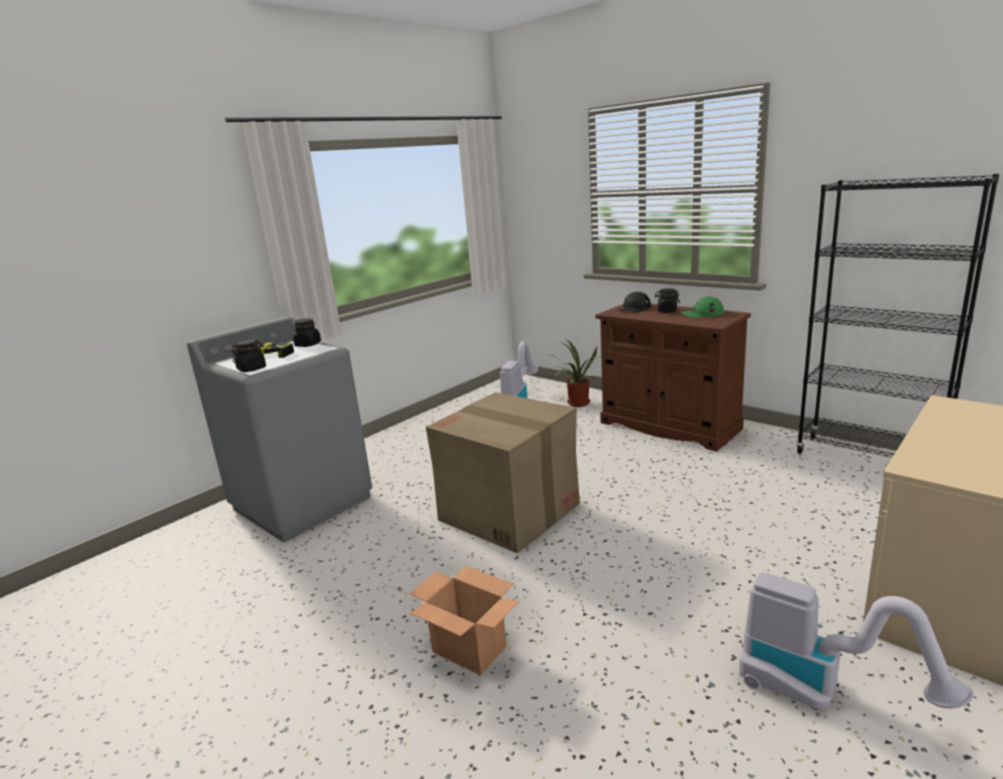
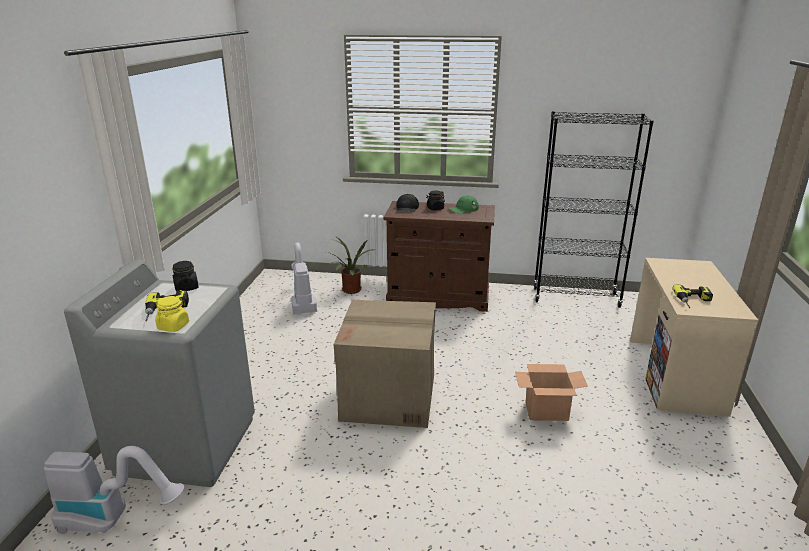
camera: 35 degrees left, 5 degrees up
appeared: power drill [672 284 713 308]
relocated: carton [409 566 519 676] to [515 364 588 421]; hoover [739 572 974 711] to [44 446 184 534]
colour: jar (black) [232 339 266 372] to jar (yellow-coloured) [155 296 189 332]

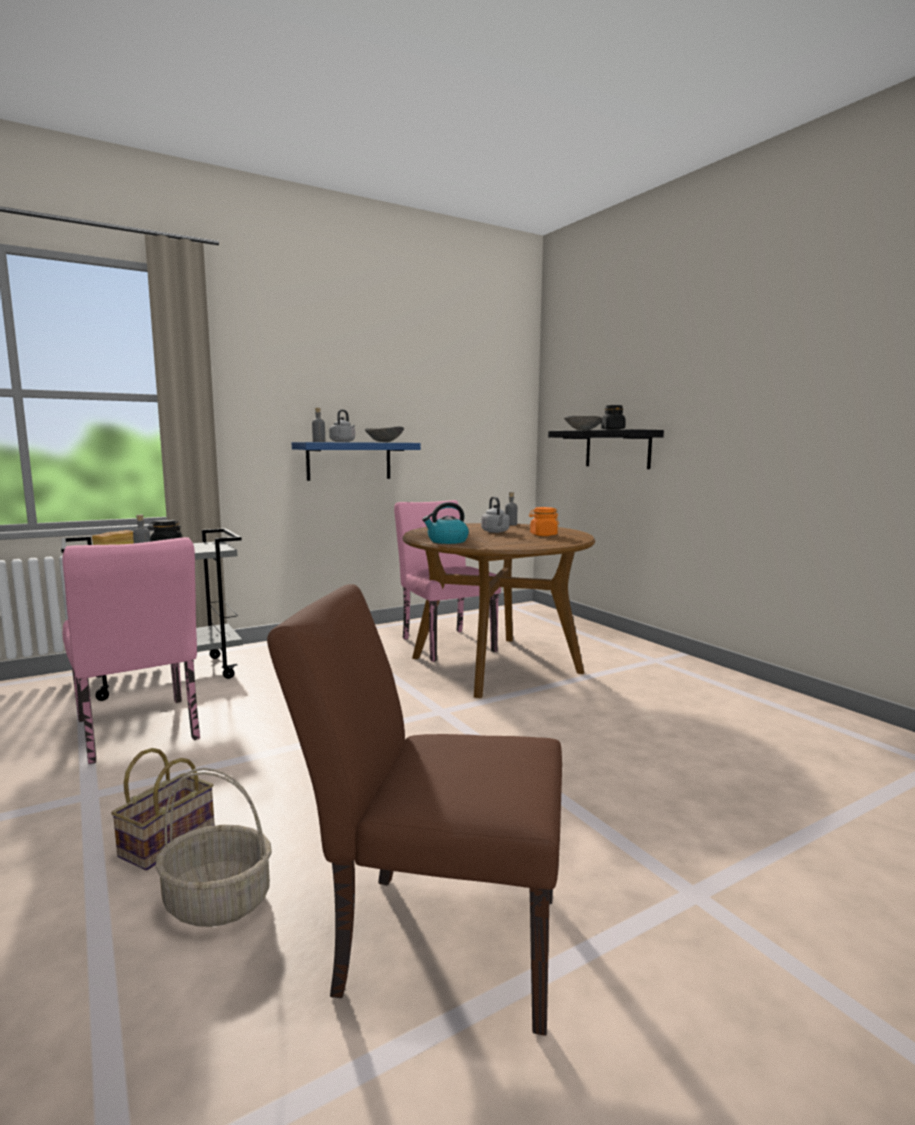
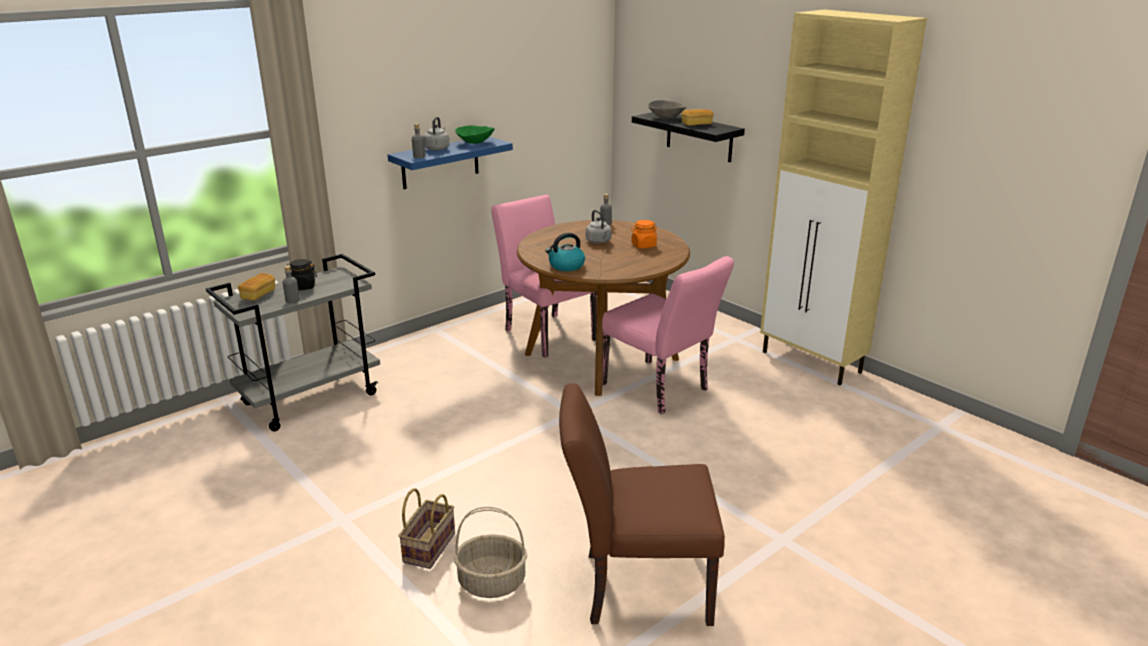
camera: 10 degrees left, 15 degrees up
appeared: cupboard (beige) [760 9 927 385]
relocated: upright chair (pink) [62 537 200 764] to [602 256 734 414]
exchanged: jar (black) [601 405 626 430] to bread [682 109 714 126]
colour: bowl (gray) [365 427 404 442] to bowl (green-coloured) [455 125 495 144]

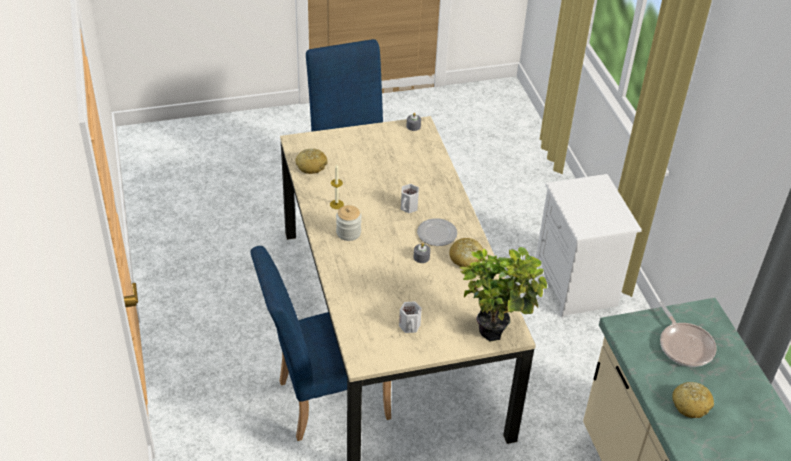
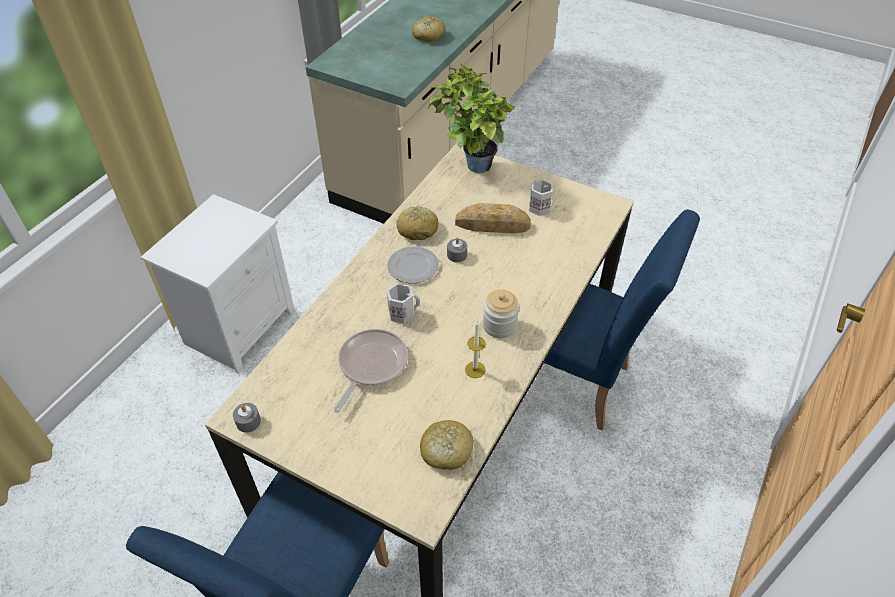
camera: 135 degrees left, 5 degrees up
appeared: bread [455 203 531 234]
relocated: frying pan [659 301 717 367] to [334 329 408 412]

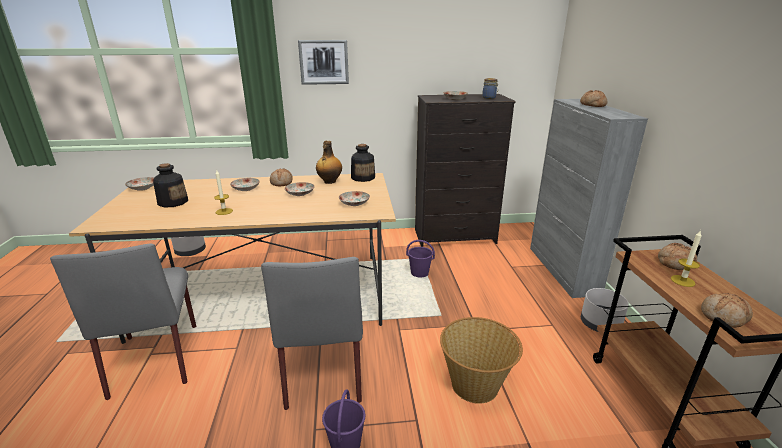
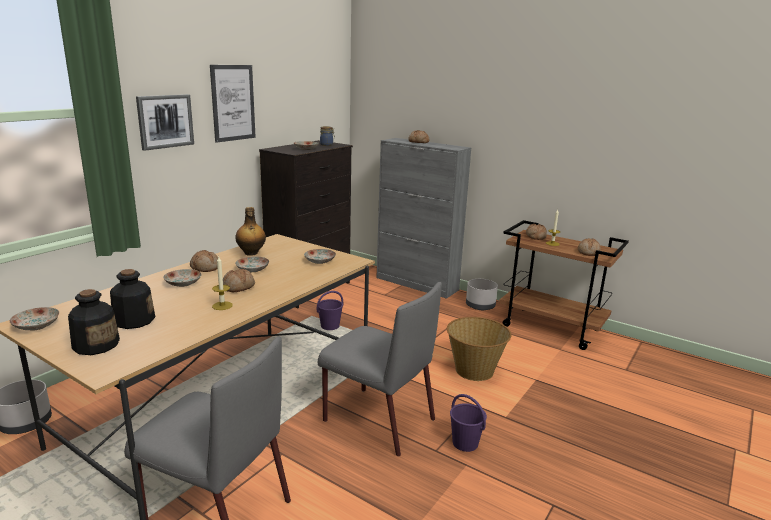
camera: 50 degrees left, 5 degrees down
appeared: wall picture [210 65 256 143]; bread [223 269 255 292]
relocated: beverage bottle [351 144 375 182] to [68 289 120 355]

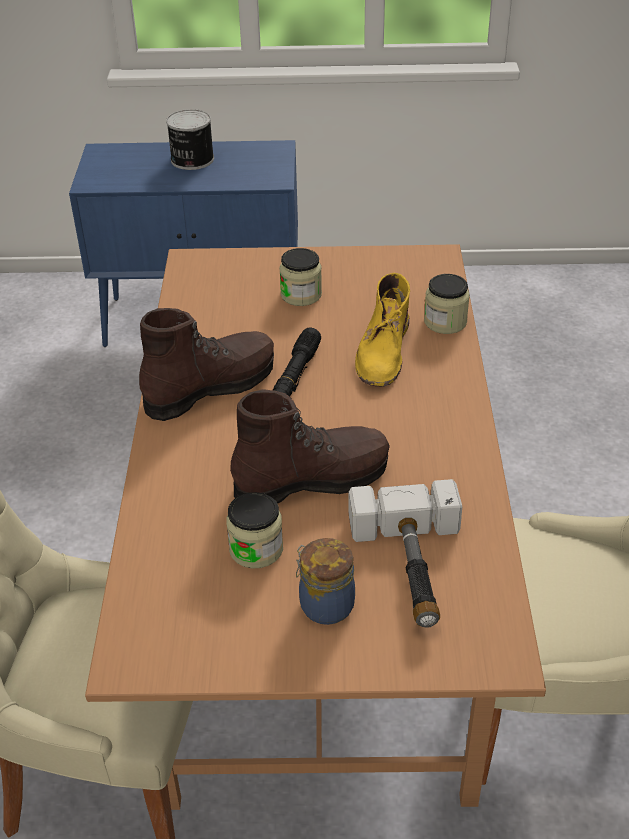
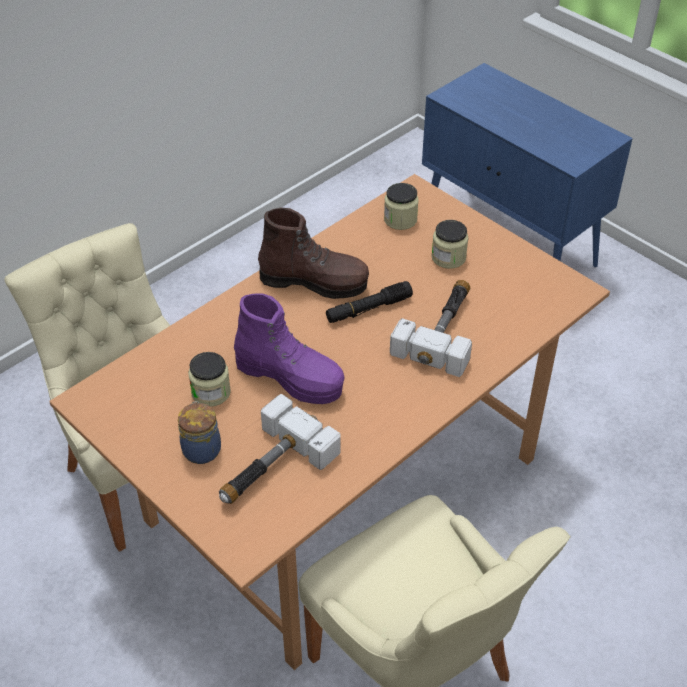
camera: 45 degrees right, 5 degrees up
missing: metal can [166 109 214 170]
relocated: jar [424 274 470 334] to [384 183 419 230]
exchanged: boot (yellow-coloured) [355 273 410 386] to tool hammer [390 280 472 377]
colour: boot (brown) [230 389 390 504] to boot (purple-coloured) [234 293 345 404]

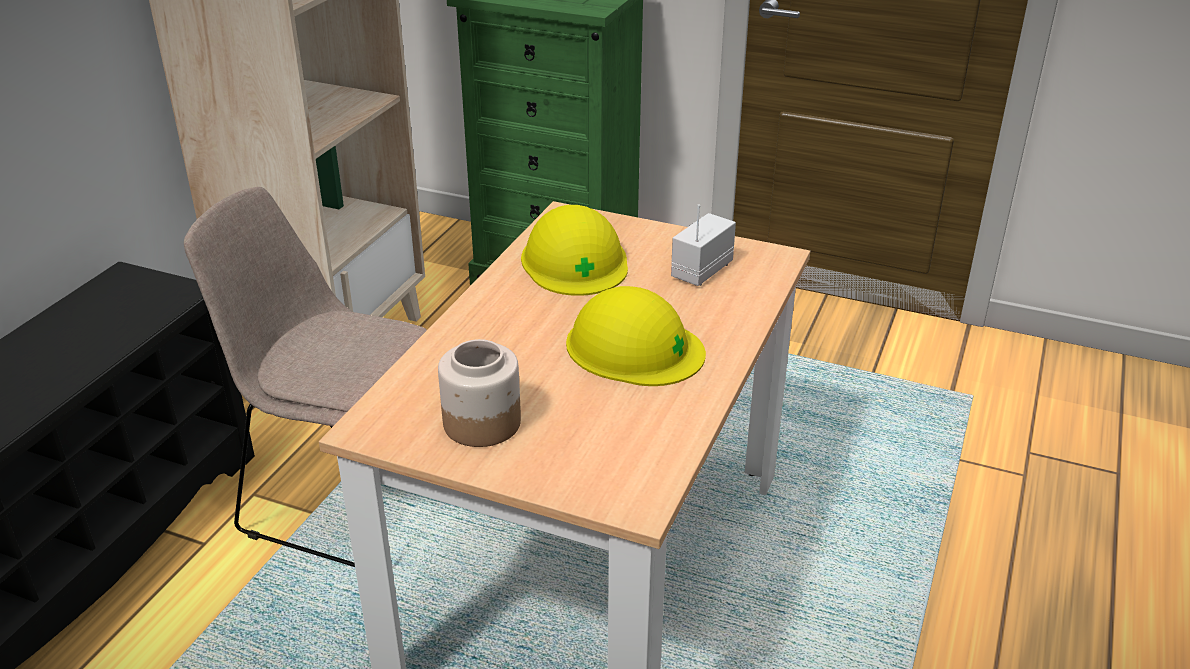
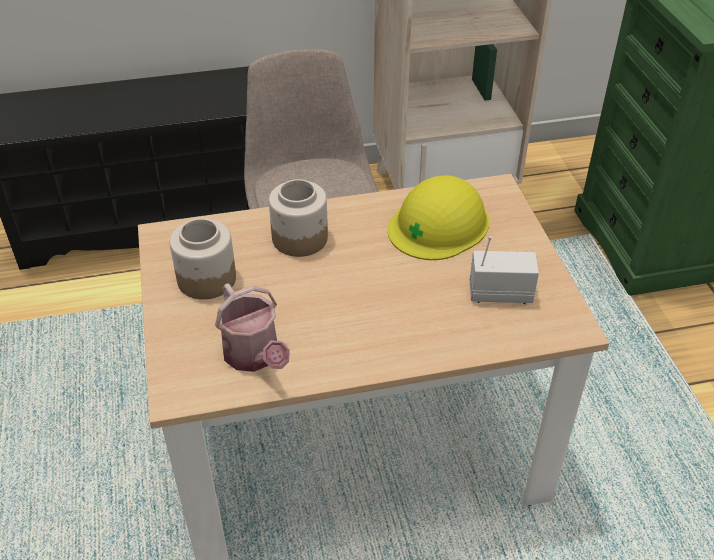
camera: 55 degrees right, 10 degrees up
missing: safety helmet (yellow-coloured) [566 286 706 386]
appeared: jar [269 179 328 257]; sprinkling can [215 283 290 372]

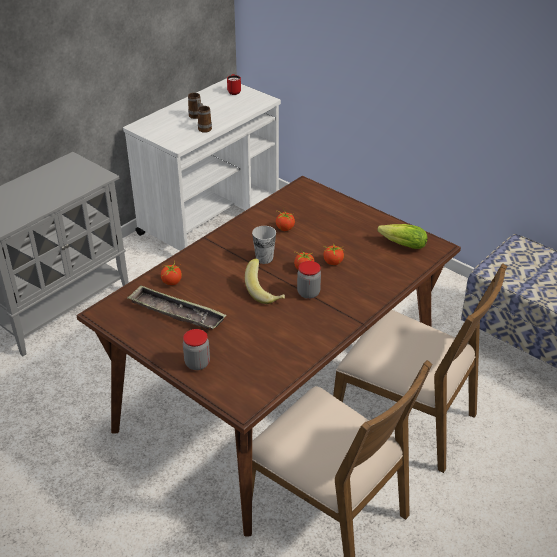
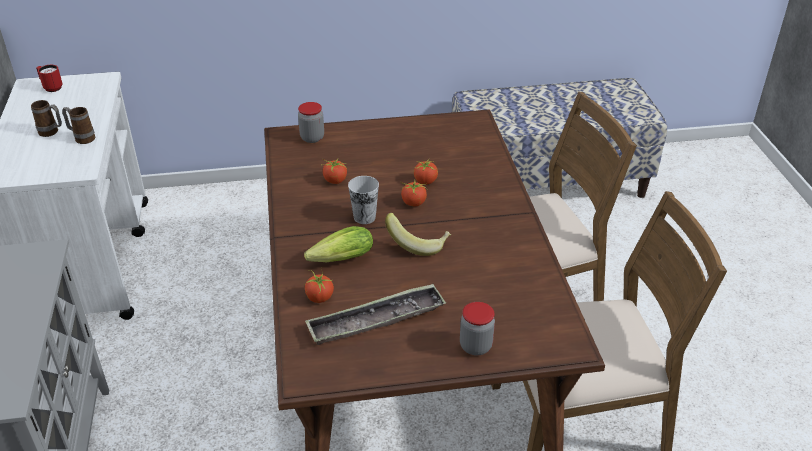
camera: 50 degrees left, 0 degrees up
relocated: lettuce [377 224 428 249] to [304 226 373 262]; jar [297 261 321 299] to [298 102 324 143]

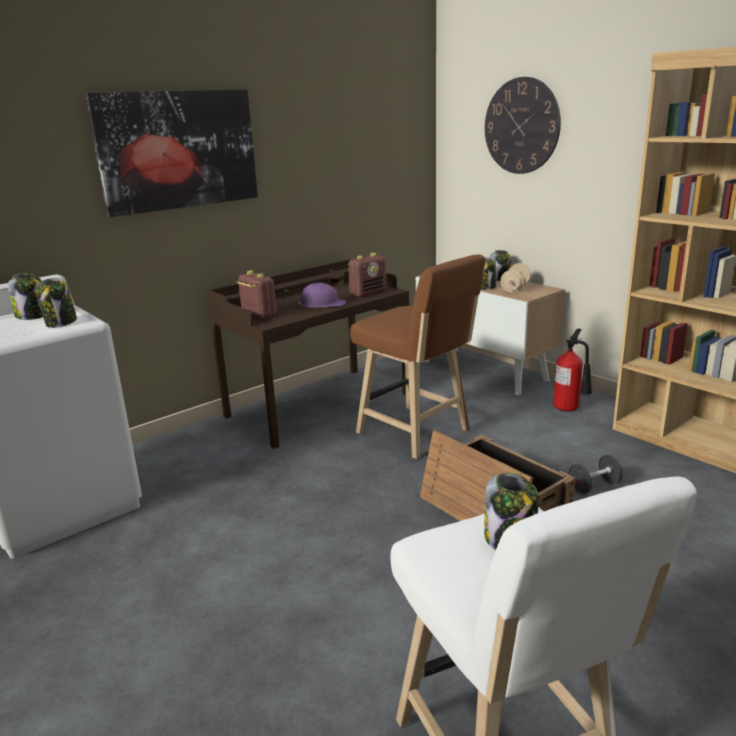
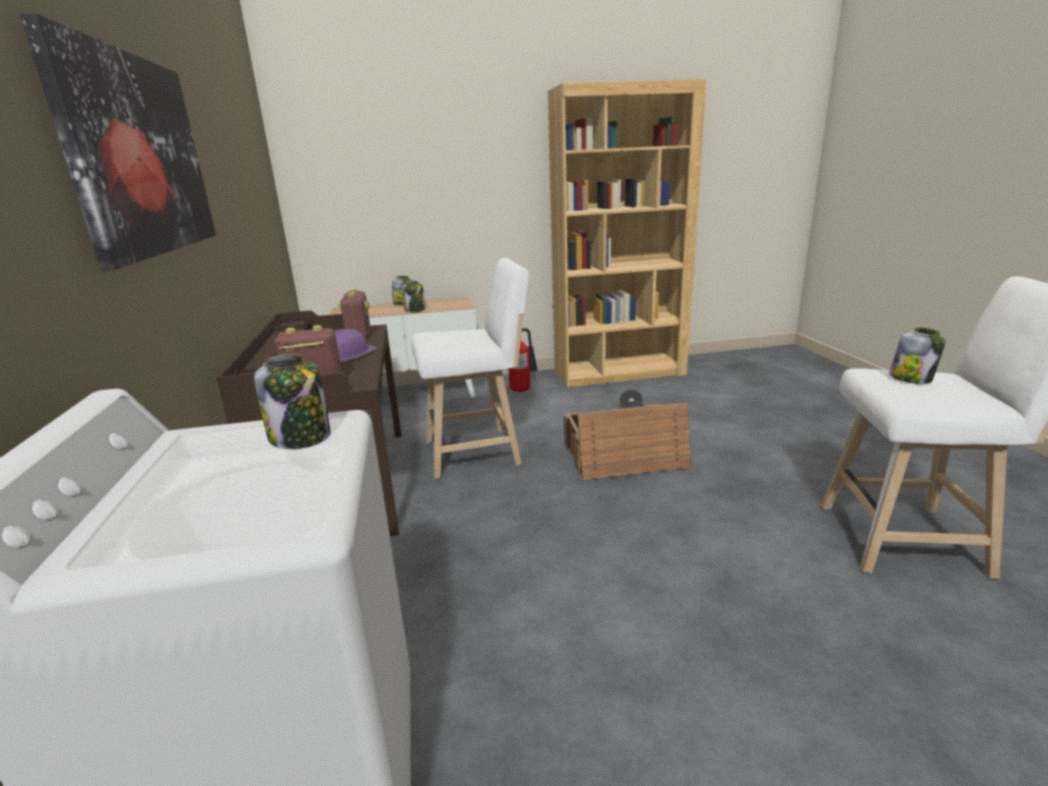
camera: 60 degrees left, 0 degrees up
missing: hanging clock [485 77 561 174]; free weight (beige) [500 263 531 293]; jar [8 273 43 320]
colour: stool (brown) [350 254 485 459] to stool (whitish) [412 258 529 479]

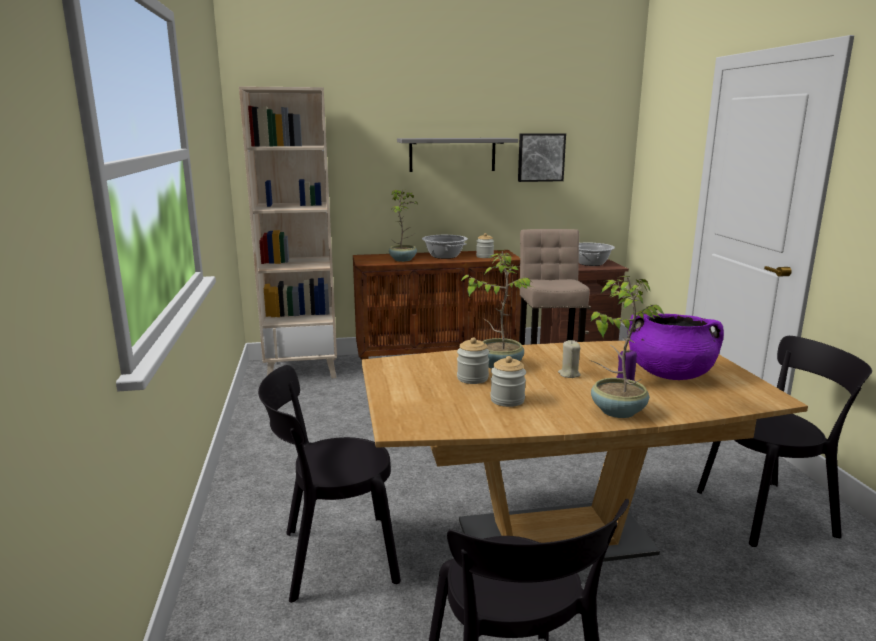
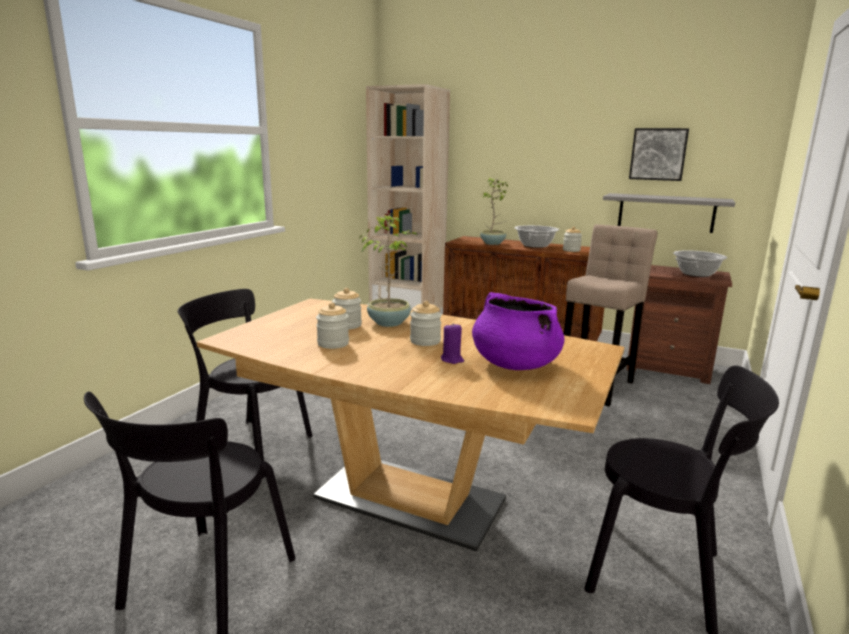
camera: 35 degrees right, 0 degrees up
missing: potted plant [590 276 664 418]
relocated: shelf (gray) [397 138 518 172] to [603 193 735 233]
exchanged: candle (beige) [558 340 581 378] to jar [410 301 442 346]

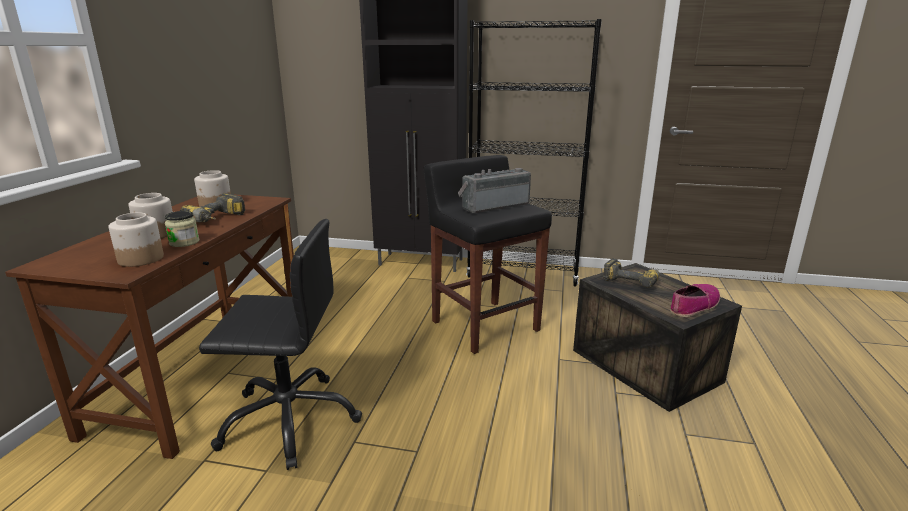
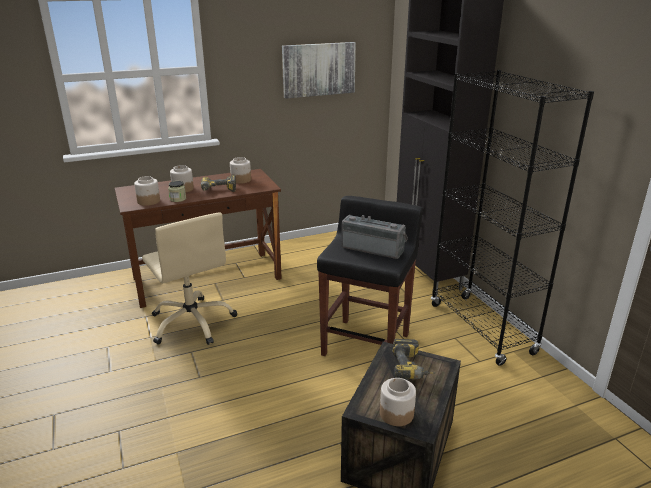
camera: 55 degrees right, 5 degrees up
appeared: wall picture [282 42 356 99]
exchanged: low shoe [670 284 720 317] to jar [380 378 416 426]
colour: office chair (black) [199 219 362 470] to office chair (beige) [142 212 237 345]

